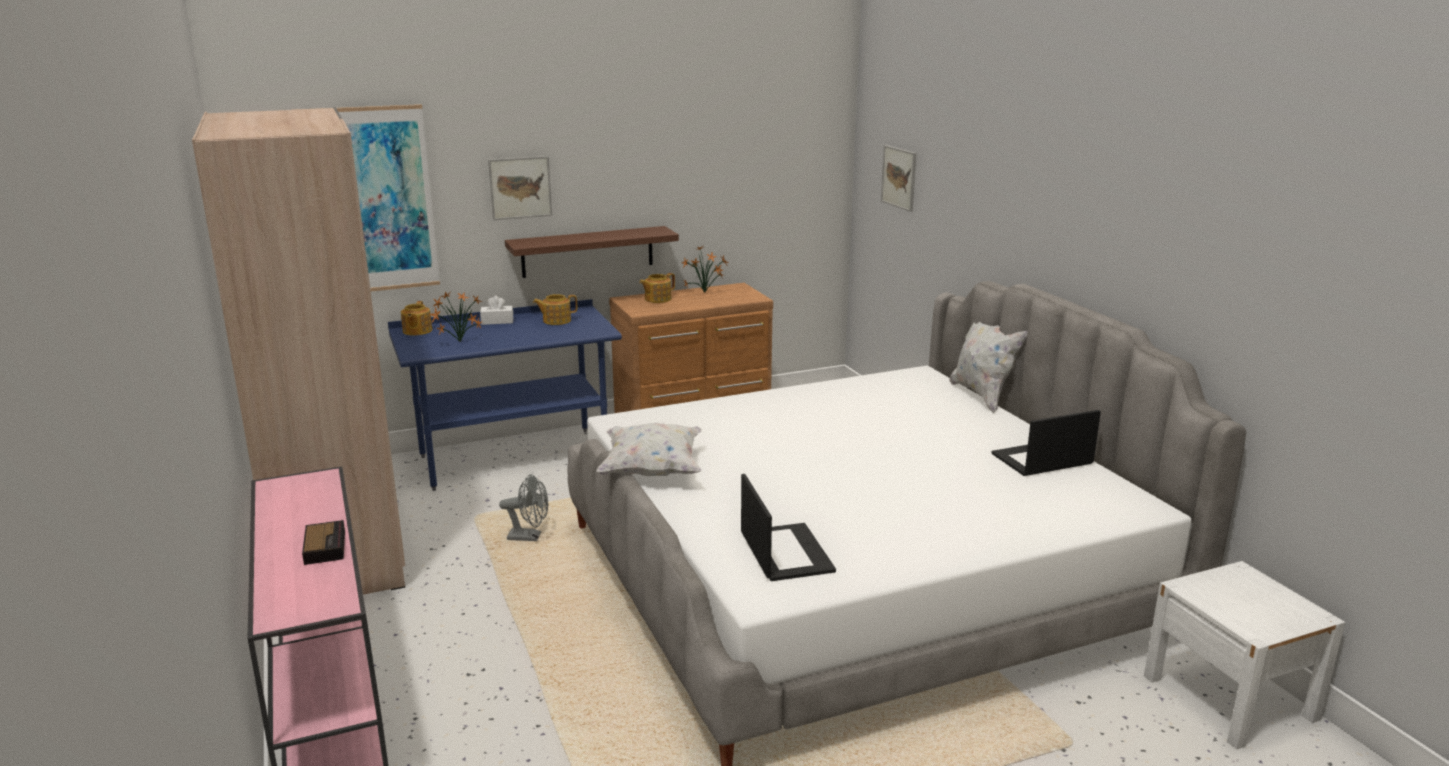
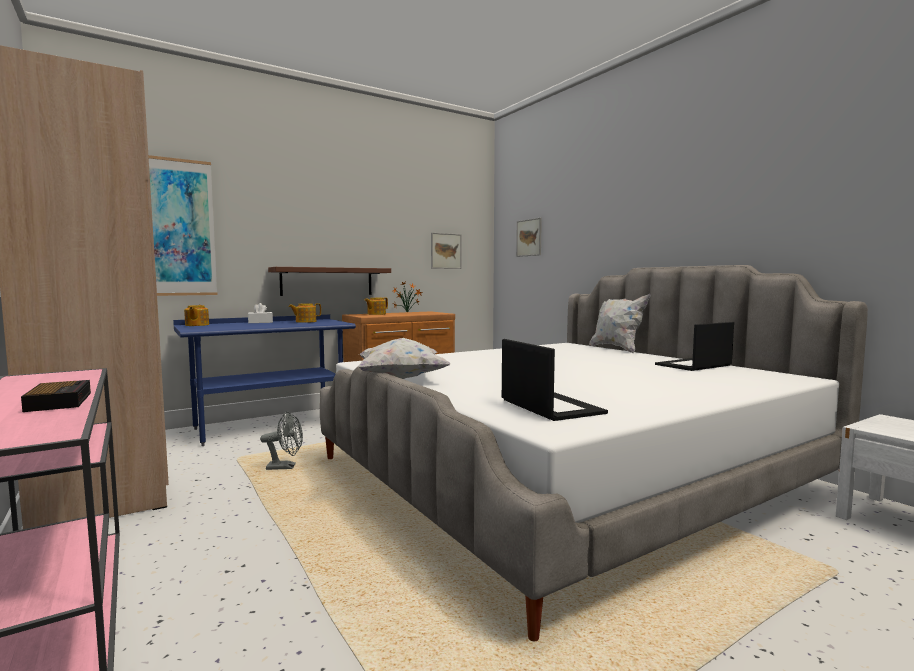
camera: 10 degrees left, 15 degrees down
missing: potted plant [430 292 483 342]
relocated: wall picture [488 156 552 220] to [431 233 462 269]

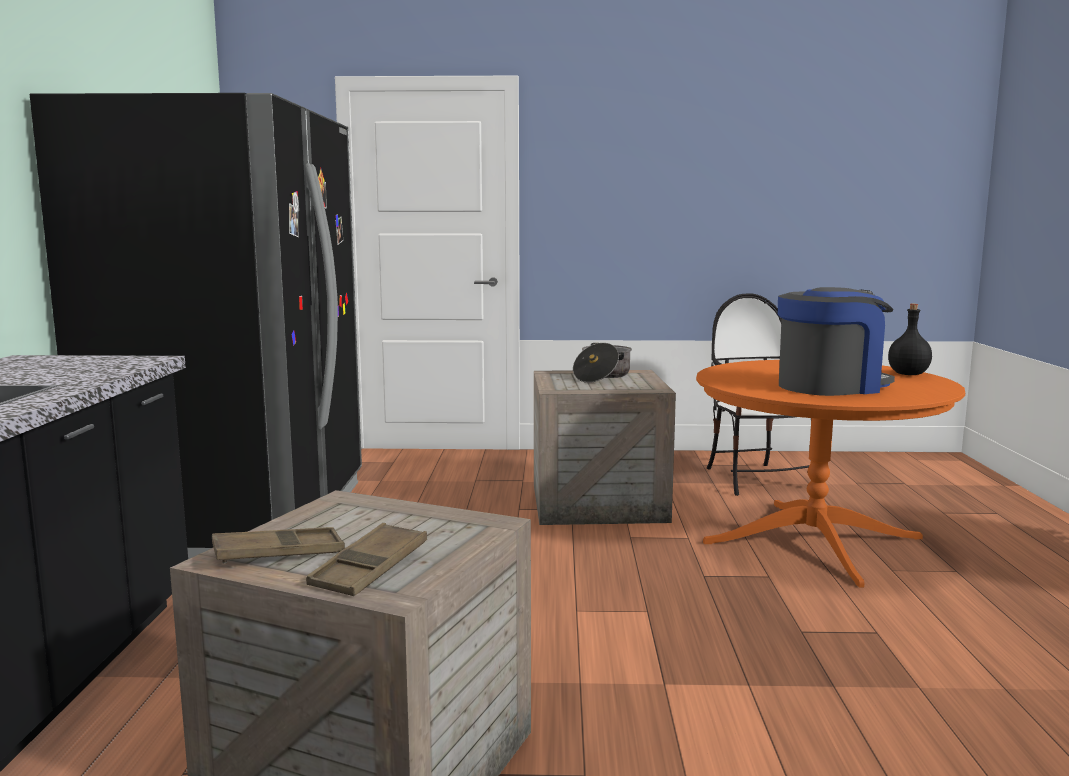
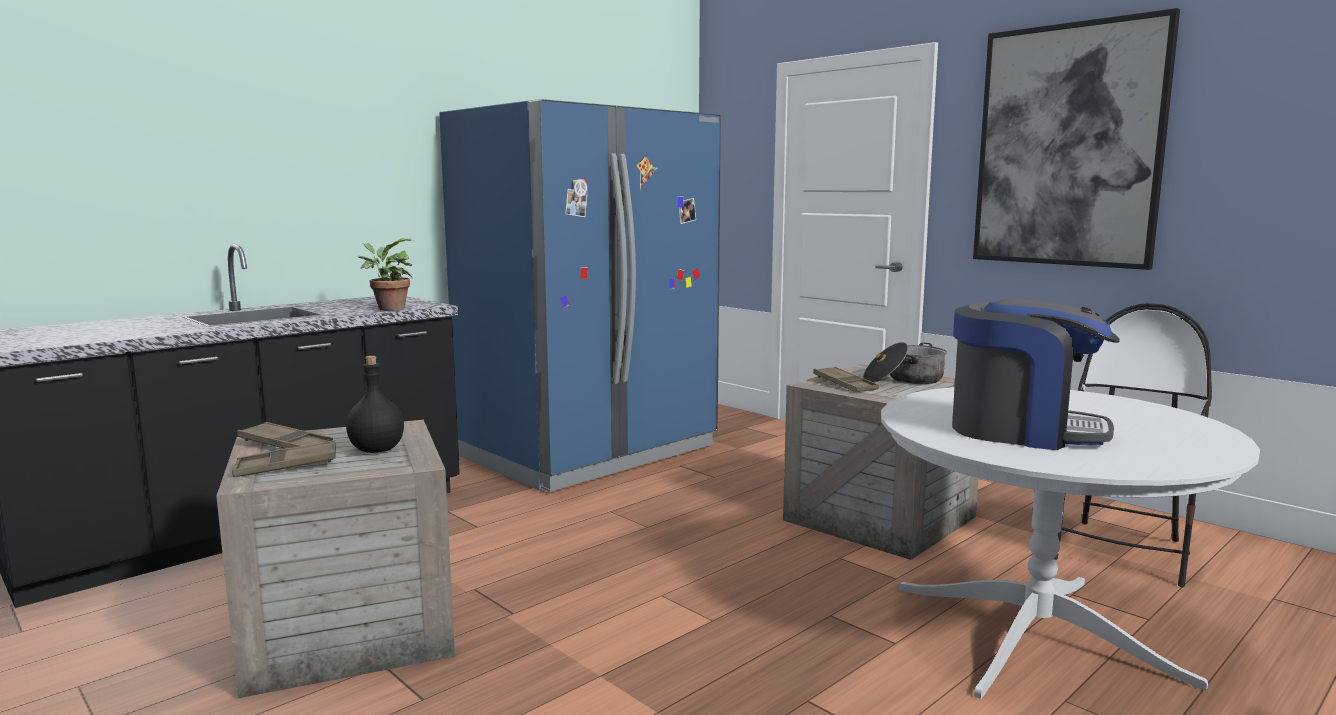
camera: 45 degrees right, 0 degrees up
appeared: wall picture [973 8 1180 270]; potted plant [358 238 413 310]; serving tray (brown) [813 367 879 392]
relocated: beverage bottle (black) [888 304 932 375] to [346 356 404 453]
colour: fridge (black) [30 93 362 559] to fridge (blue-coloured) [439 99 721 492]; dining table (orangey) [696 360 965 588] to dining table (whitish) [881 387 1260 699]

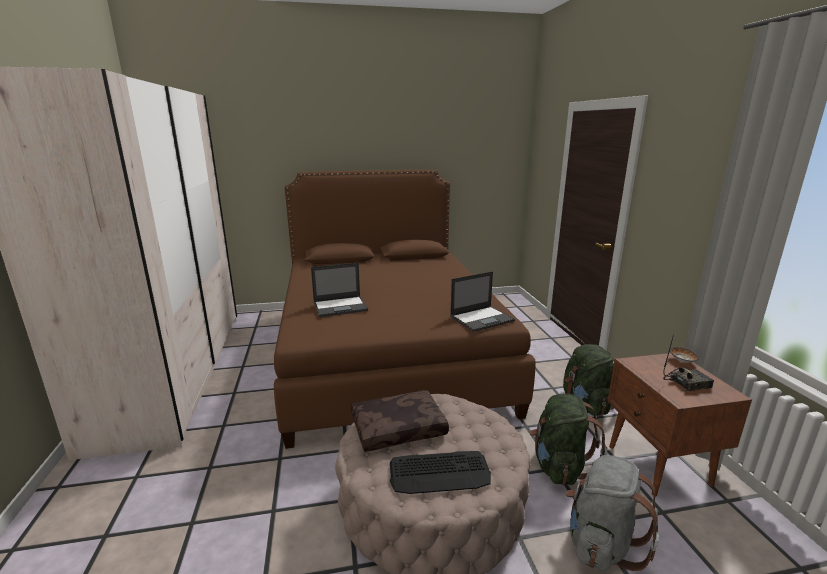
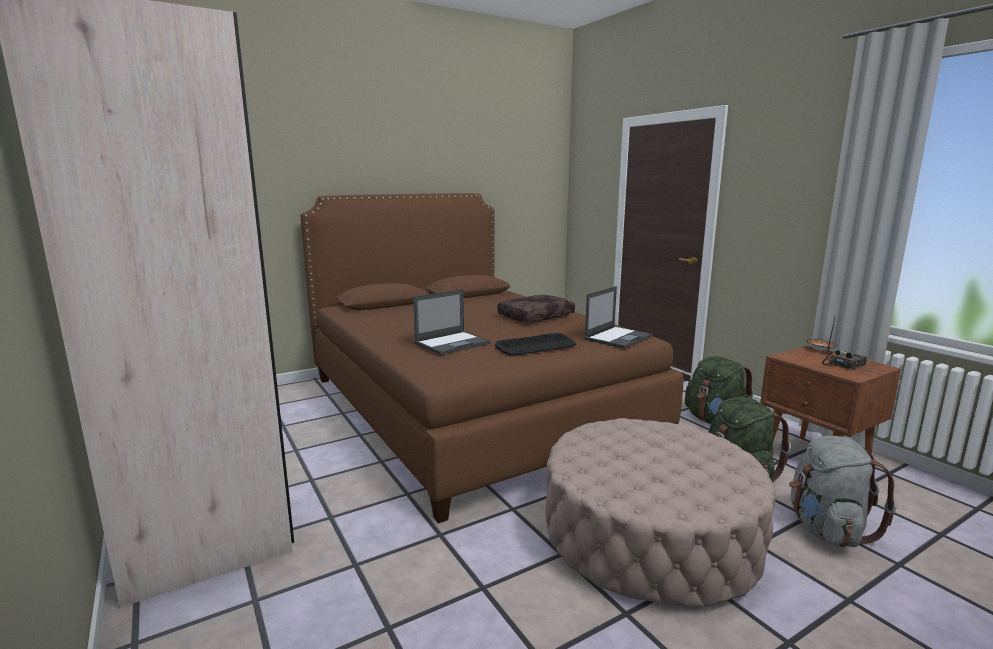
camera: 20 degrees left, 5 degrees down
relocated: pillow (brown) [351 390 449 452] to [497 295 575 323]; keyboard [390 451 491 494] to [495 333 576 355]

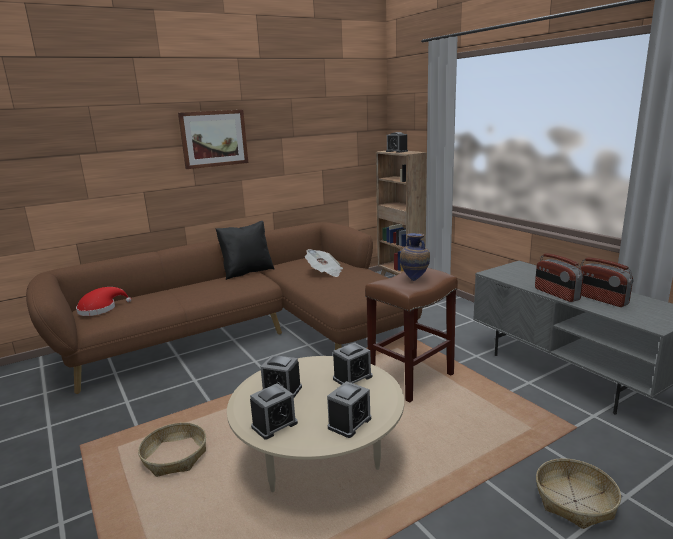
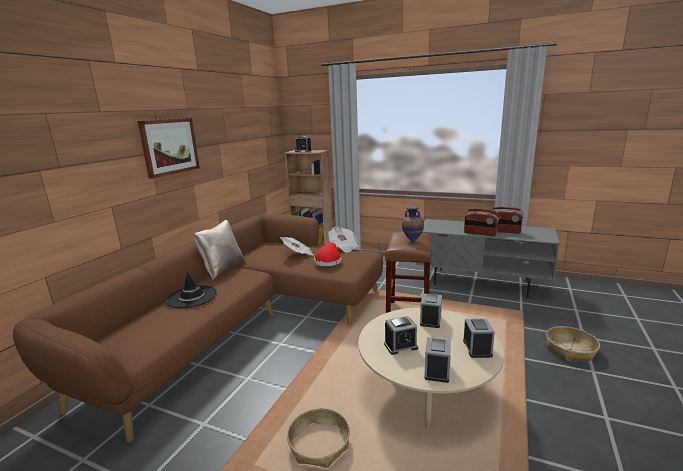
camera: 35 degrees left, 0 degrees up
appeared: printed paper [328 227 359 253]; wearable hat (black) [166 271 217 308]
relocated: wearable hat (red-coloured) [76 287 131 316] to [314 242 342 266]
colour: pillow (black) [215 221 274 280] to pillow (beige) [194 220 245 280]

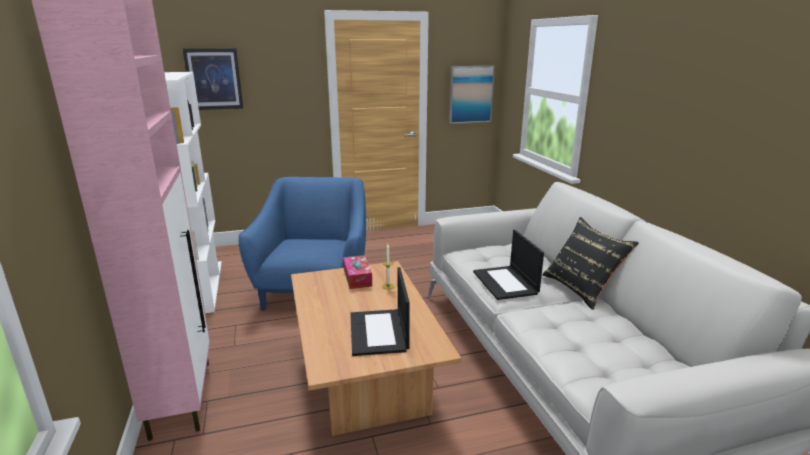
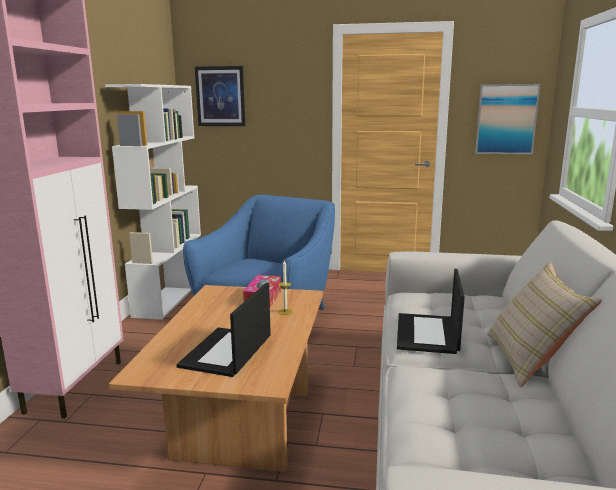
camera: 25 degrees right, 5 degrees down
colour: pillow (black) [542 217 639 310] to pillow (beige) [487 262 602 387]

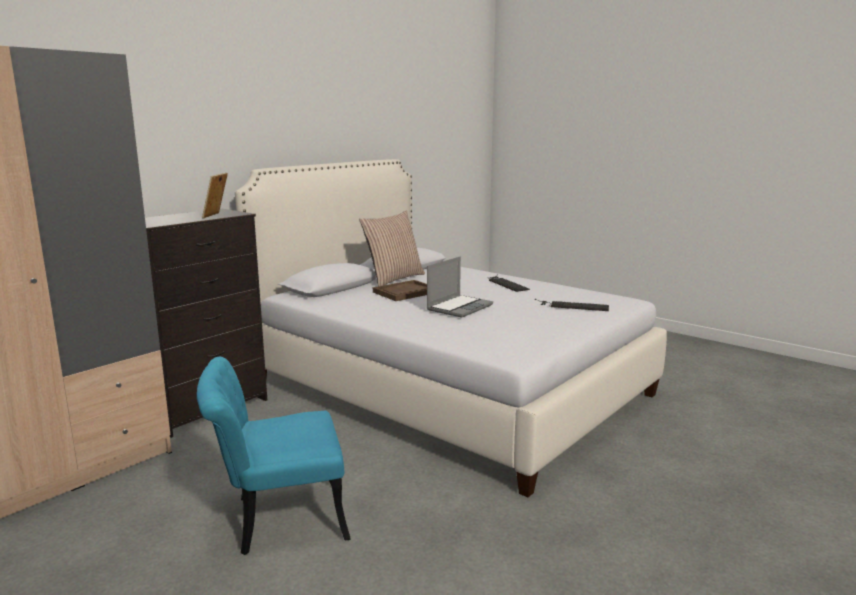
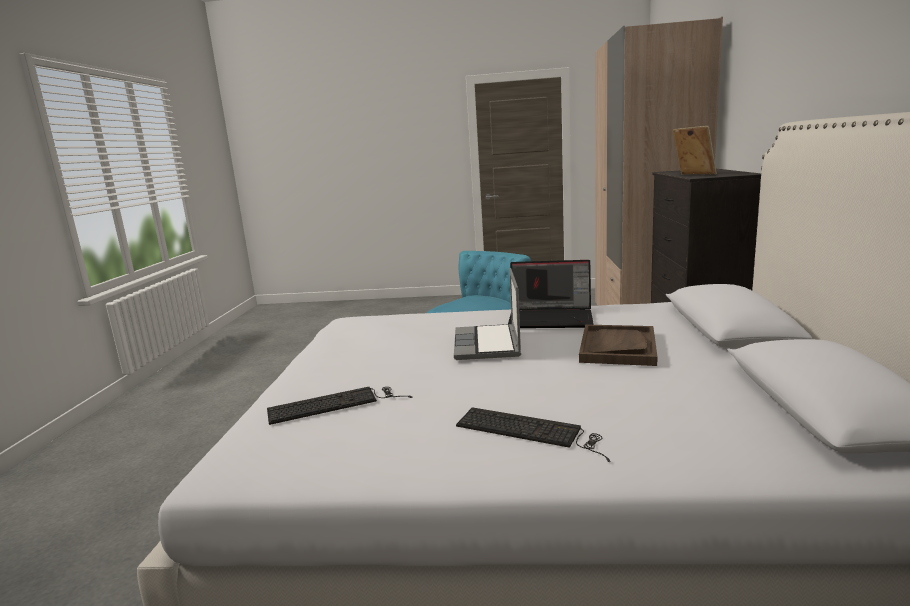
camera: 145 degrees right, 0 degrees up
missing: pillow [359 211 425 286]
appeared: laptop [508 260 594 328]

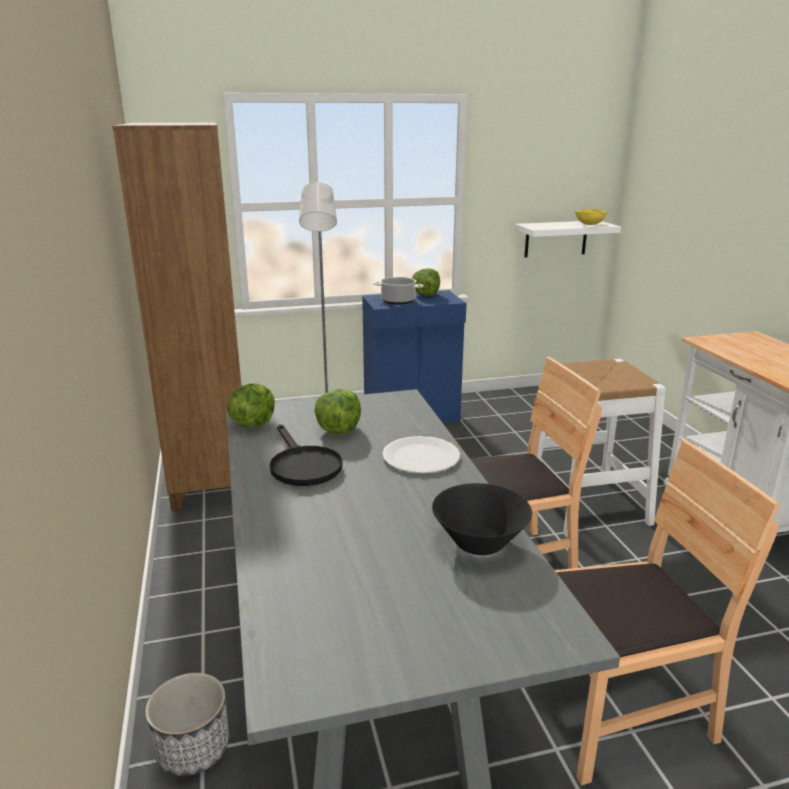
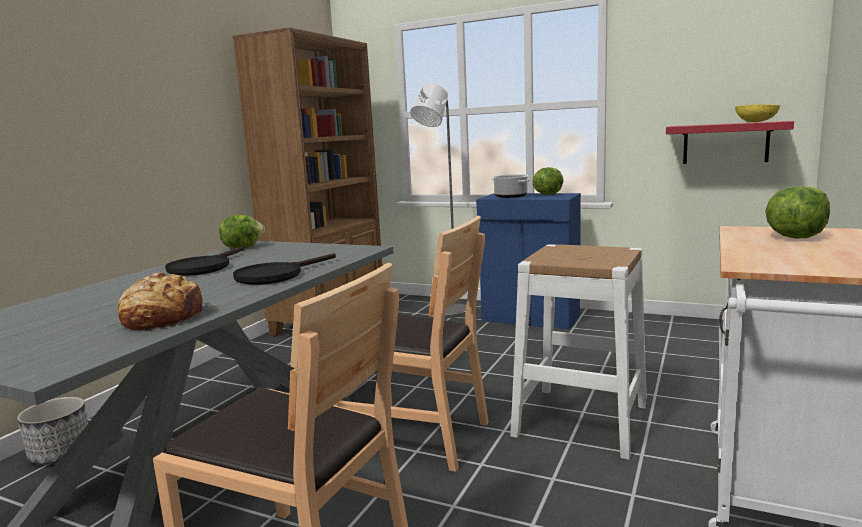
camera: 40 degrees right, 10 degrees down
relocated: lettuce [315 389 361 434] to [765 186 830 239]
exchanged: dinner plate (whitish) [382 436 460 473] to frying pan (black) [233 253 336 285]; bowl (black) [432 483 532 555] to bread [118 272 216 331]
colour: shelf (whitish) [515 221 621 257] to shelf (red-coloured) [666 121 794 164]

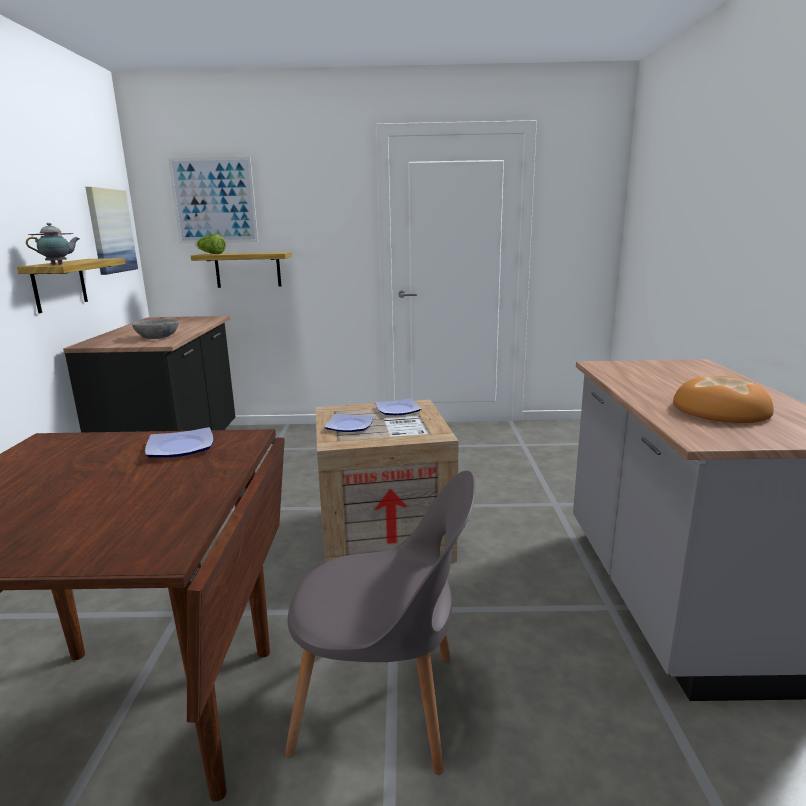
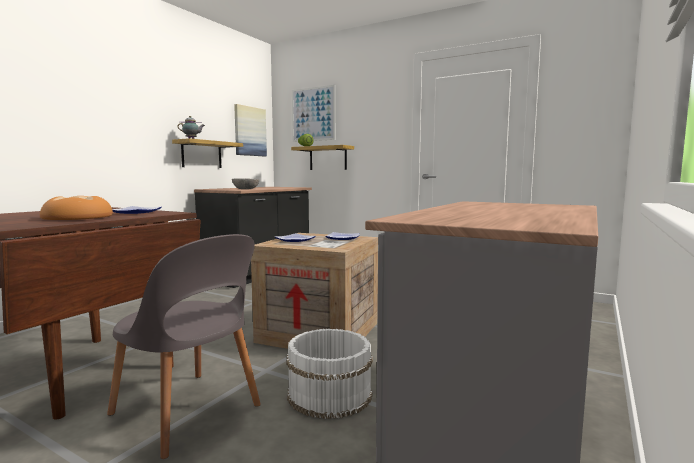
camera: 30 degrees right, 10 degrees down
appeared: water bucket (whitish) [286 329 373 419]
relocated: bread [673 376 774 423] to [40 196 113 220]

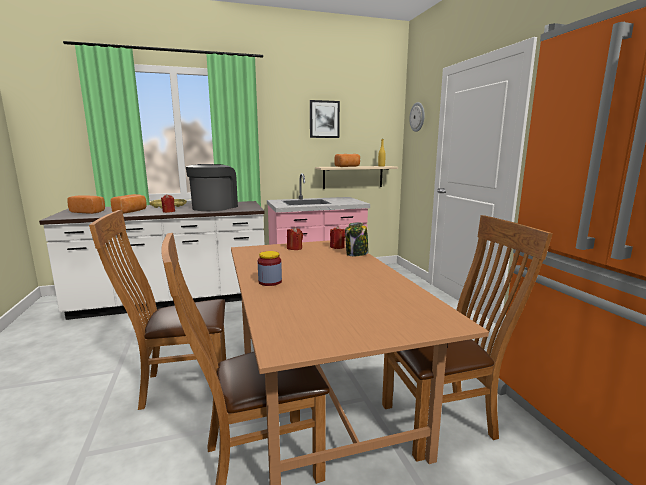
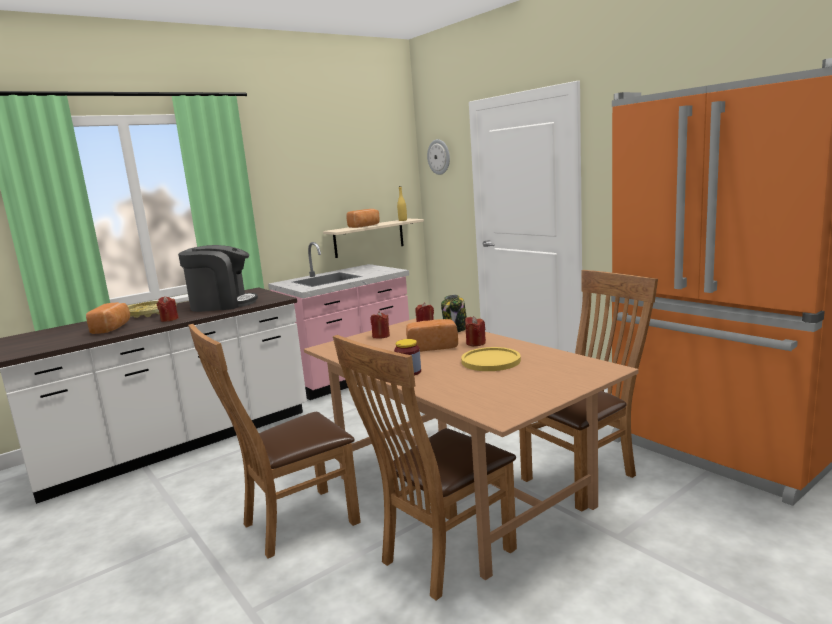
camera: 20 degrees left, 0 degrees up
missing: wall picture [310 100 340 138]
appeared: candle (red-coloured) [465 316 486 346]; dinner plate (yellow-coloured) [461 347 521 371]
relocated: bread [67 195 105 214] to [406 319 458 352]
spun: coffee brewer [186 164 238 211] = [178 245 258 312] 90 degrees clockwise

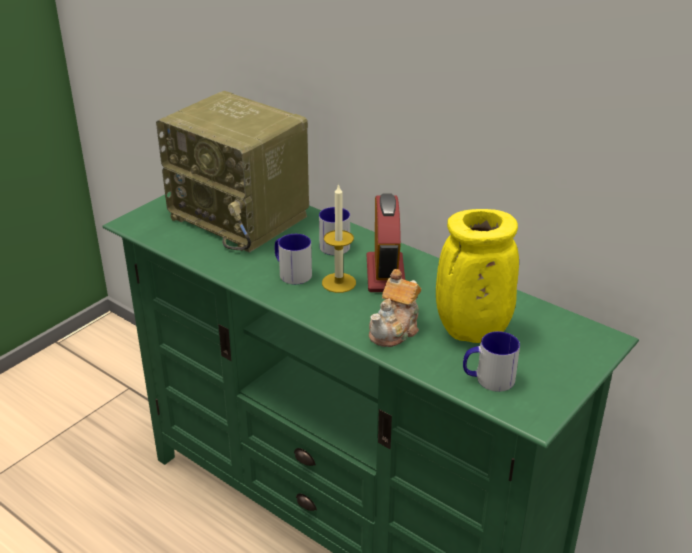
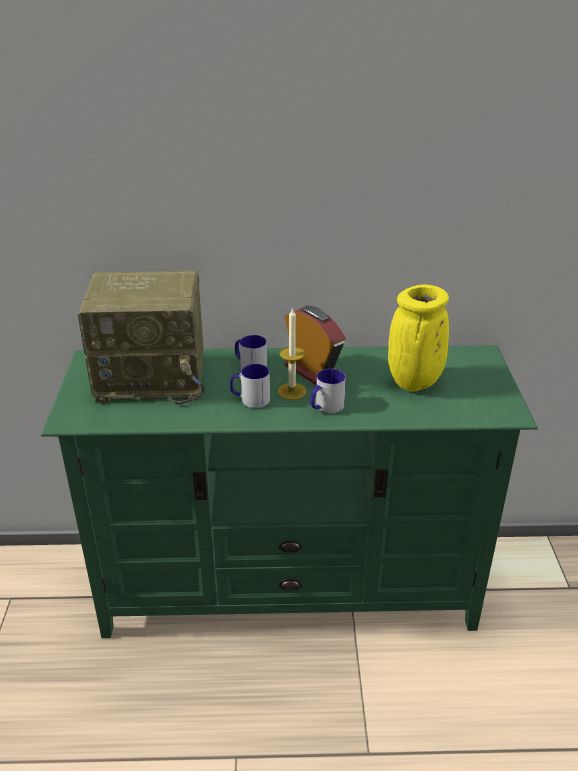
camera: 40 degrees left, 0 degrees up
missing: teapot [369 269 421 347]
relocated: coffee mug [463 331 520 392] to [310 368 346 413]

